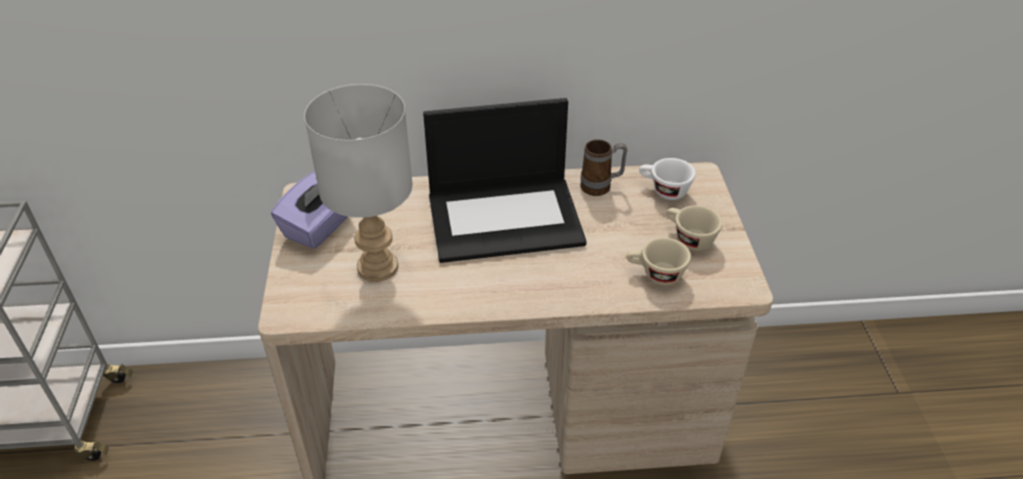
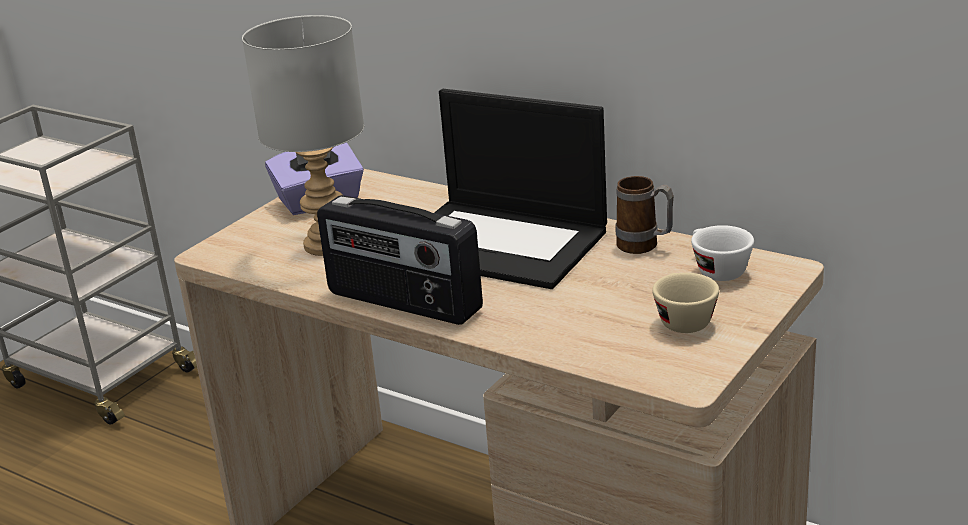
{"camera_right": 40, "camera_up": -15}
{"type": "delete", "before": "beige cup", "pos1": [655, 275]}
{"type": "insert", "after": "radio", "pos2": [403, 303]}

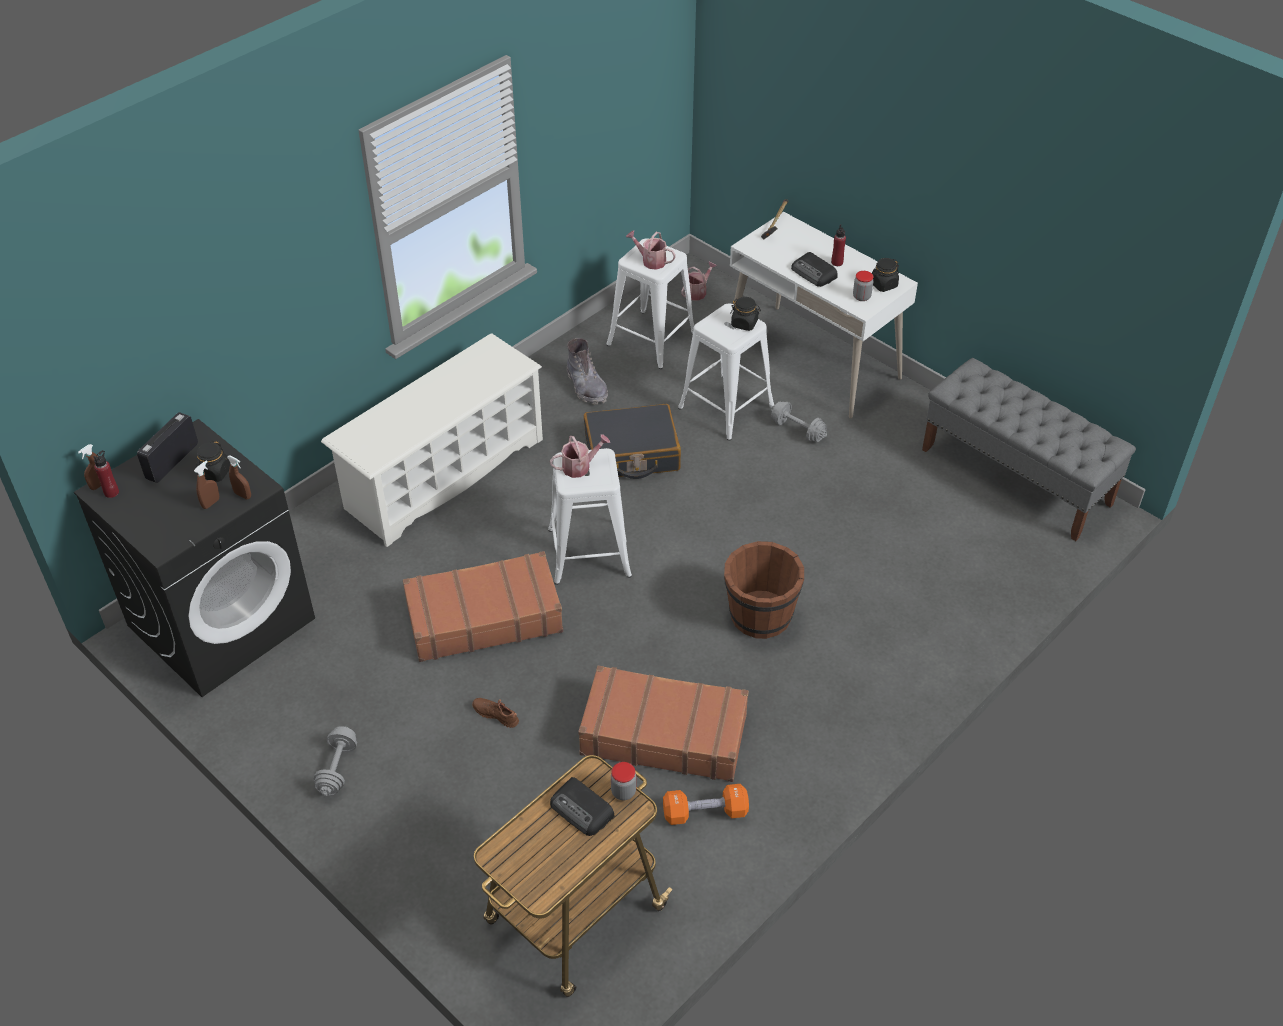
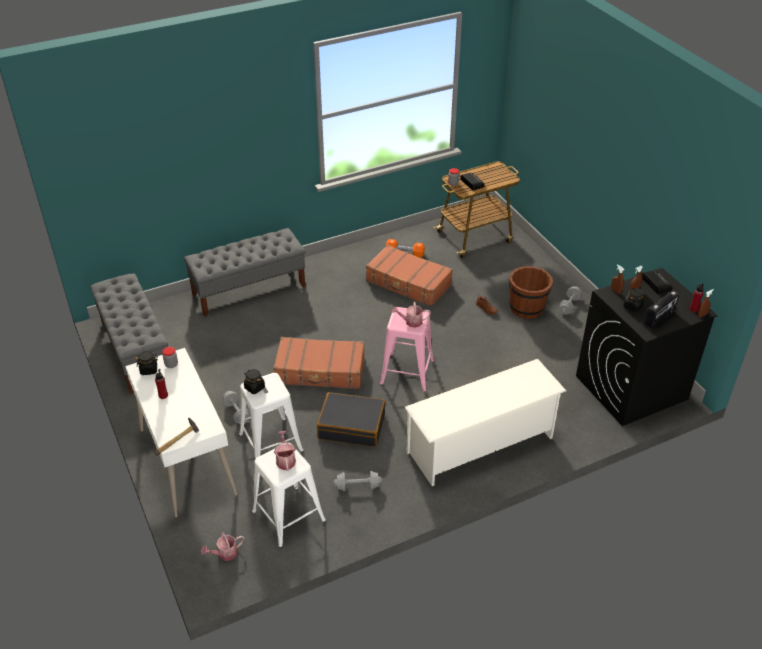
{"camera_right": -160, "camera_up": -5}
{"type": "move", "before": "brown suitcase", "pos1": [483, 617], "pos2": [320, 371]}
{"type": "recolor", "before": "white stool", "after": "pink stool", "pos1": [589, 552], "pos2": [407, 372]}
{"type": "replace", "before": "grey boot", "after": "grey dumbbell", "pos1": [586, 386], "pos2": [357, 486]}
{"type": "rotate", "before": "watering can", "pos1": [651, 261], "pos2": [285, 460], "turn": -150}
{"type": "move", "before": "brown bucket", "pos1": [760, 616], "pos2": [527, 308]}
{"type": "move", "before": "radio", "pos1": [814, 273], "pos2": [655, 283]}
{"type": "insert", "after": "grey bench", "pos2": [249, 290]}

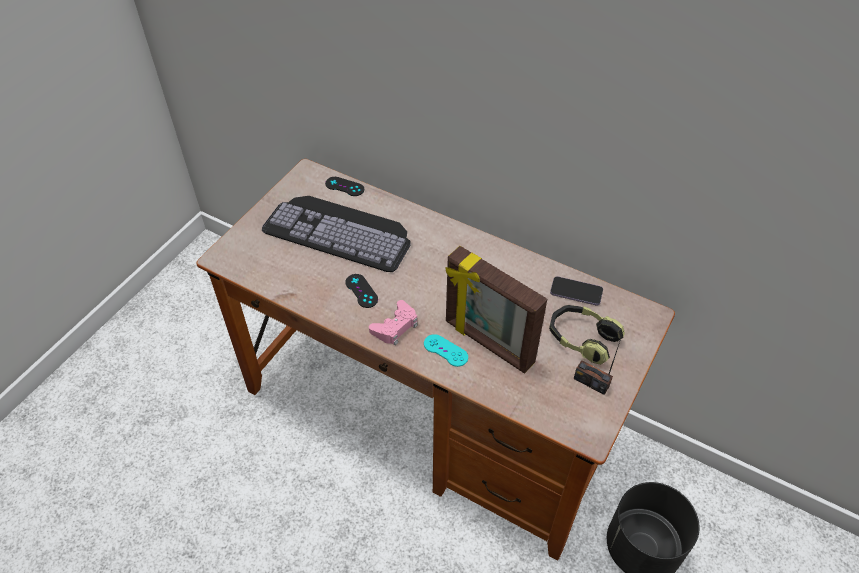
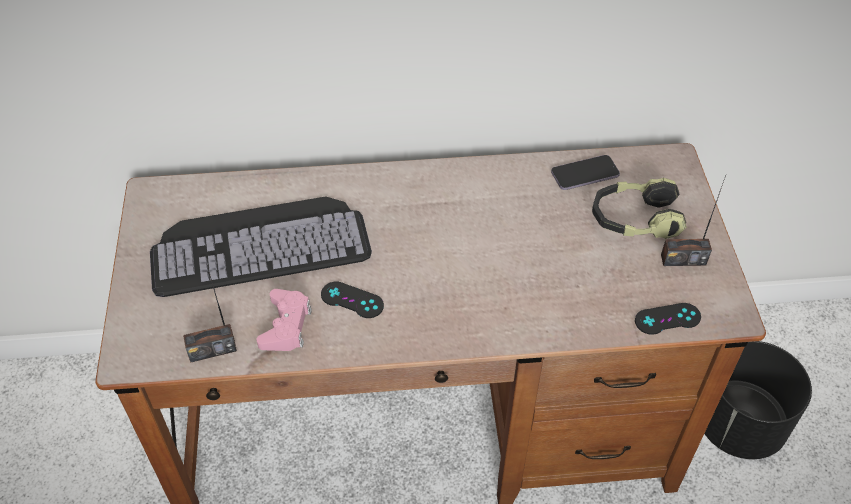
{"camera_right": -35, "camera_up": 0}
{"type": "move", "before": "black game controller", "pos1": [344, 186], "pos2": [667, 319]}
{"type": "move", "before": "pink game controller", "pos1": [395, 327], "pos2": [286, 325]}
{"type": "delete", "before": "turquoise game controller", "pos1": [445, 350]}
{"type": "delete", "before": "picture frame", "pos1": [488, 343]}
{"type": "insert", "after": "radio", "pos2": [212, 350]}

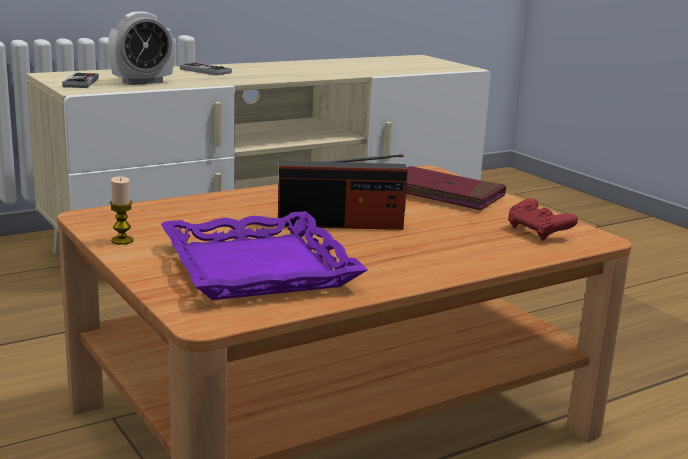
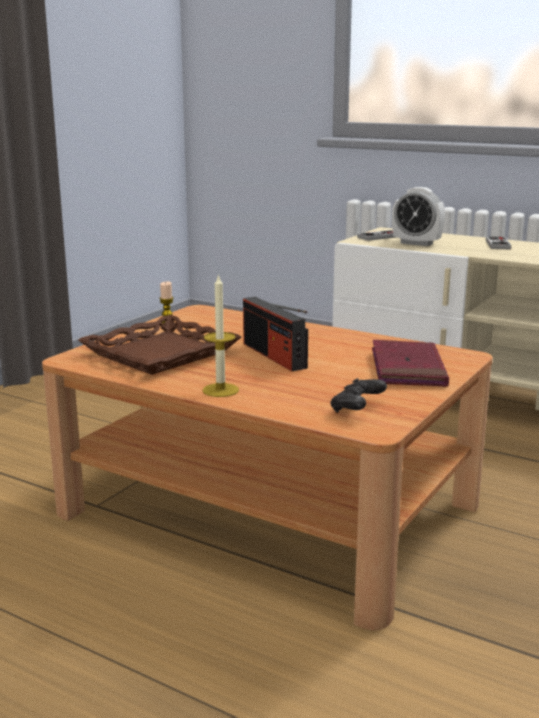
{"camera_right": 65, "camera_up": 0}
{"type": "recolor", "before": "purple tray", "after": "brown tray", "pos1": [260, 267], "pos2": [161, 354]}
{"type": "recolor", "before": "red game controller", "after": "black game controller", "pos1": [538, 232], "pos2": [357, 409]}
{"type": "insert", "after": "candle", "pos2": [220, 390]}

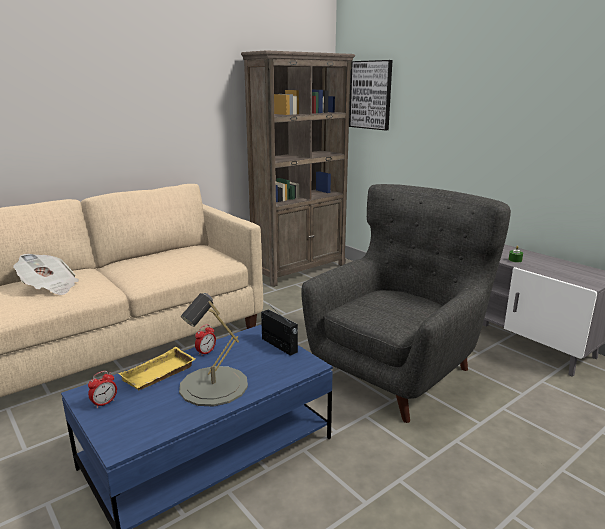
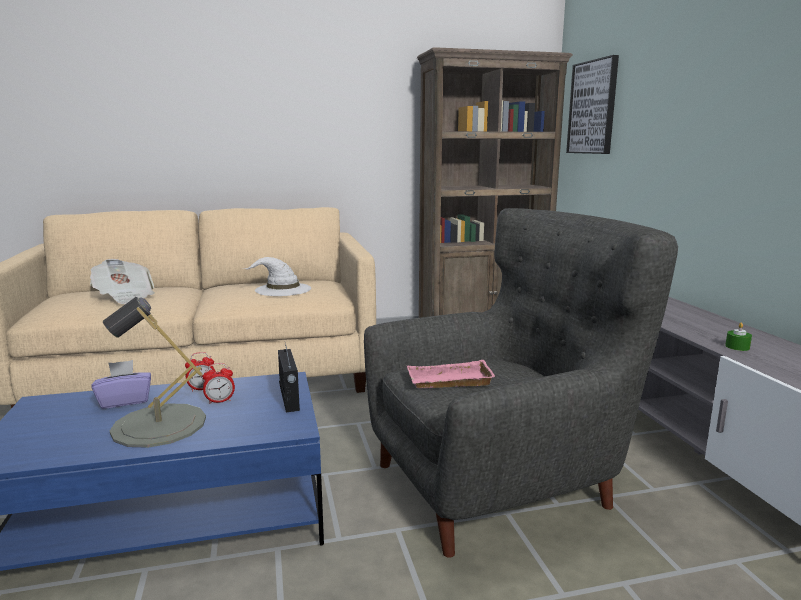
{"camera_right": 25, "camera_up": -5}
{"type": "move", "before": "alarm clock", "pos1": [104, 403], "pos2": [220, 401]}
{"type": "replace", "before": "yellow tray", "after": "purple tissue box", "pos1": [159, 375], "pos2": [125, 401]}
{"type": "insert", "after": "white hat", "pos2": [282, 289]}
{"type": "insert", "after": "pink tray", "pos2": [449, 382]}

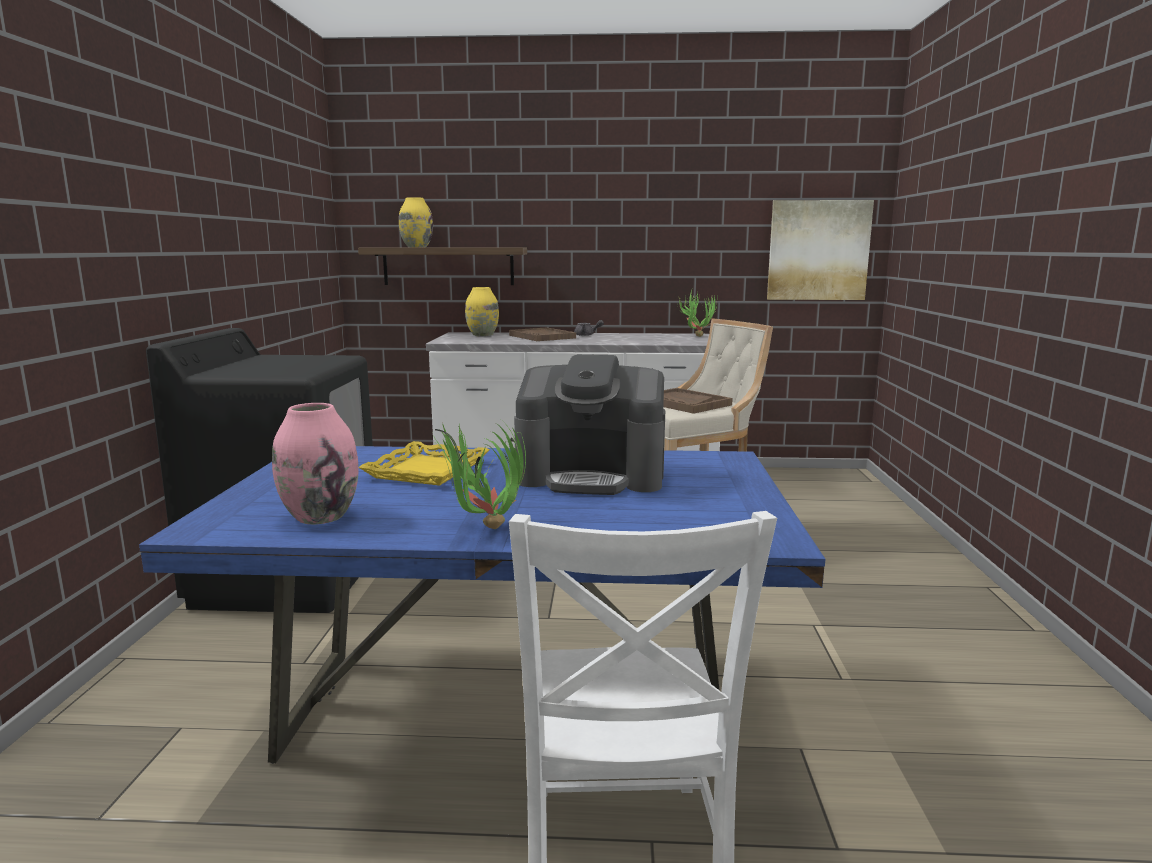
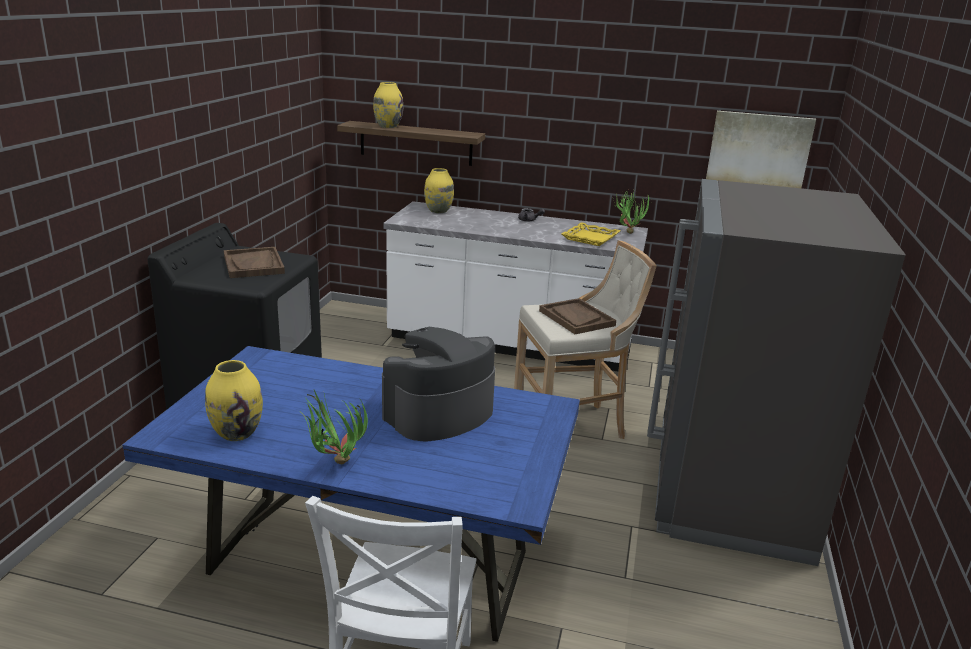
{"camera_right": 10, "camera_up": 10}
{"type": "recolor", "before": "pink vase", "after": "yellow vase", "pos1": [320, 516], "pos2": [237, 433]}
{"type": "move", "before": "yellow tray", "pos1": [428, 471], "pos2": [590, 238]}
{"type": "move", "before": "brown tray", "pos1": [542, 337], "pos2": [254, 264]}
{"type": "rotate", "before": "coffee machine", "pos1": [592, 476], "pos2": [438, 413], "turn": 120}
{"type": "insert", "after": "grey fridge", "pos2": [728, 490]}

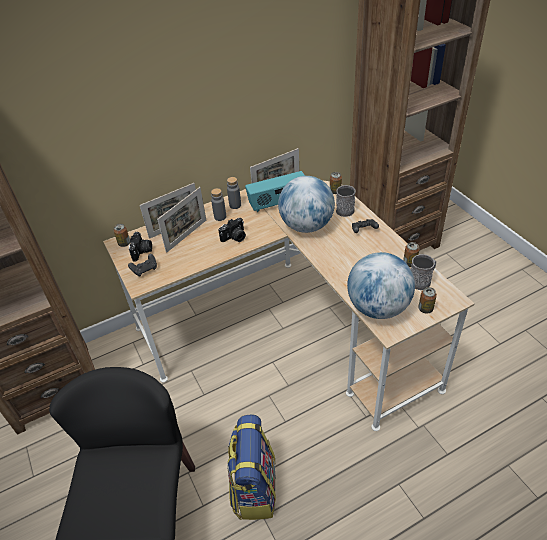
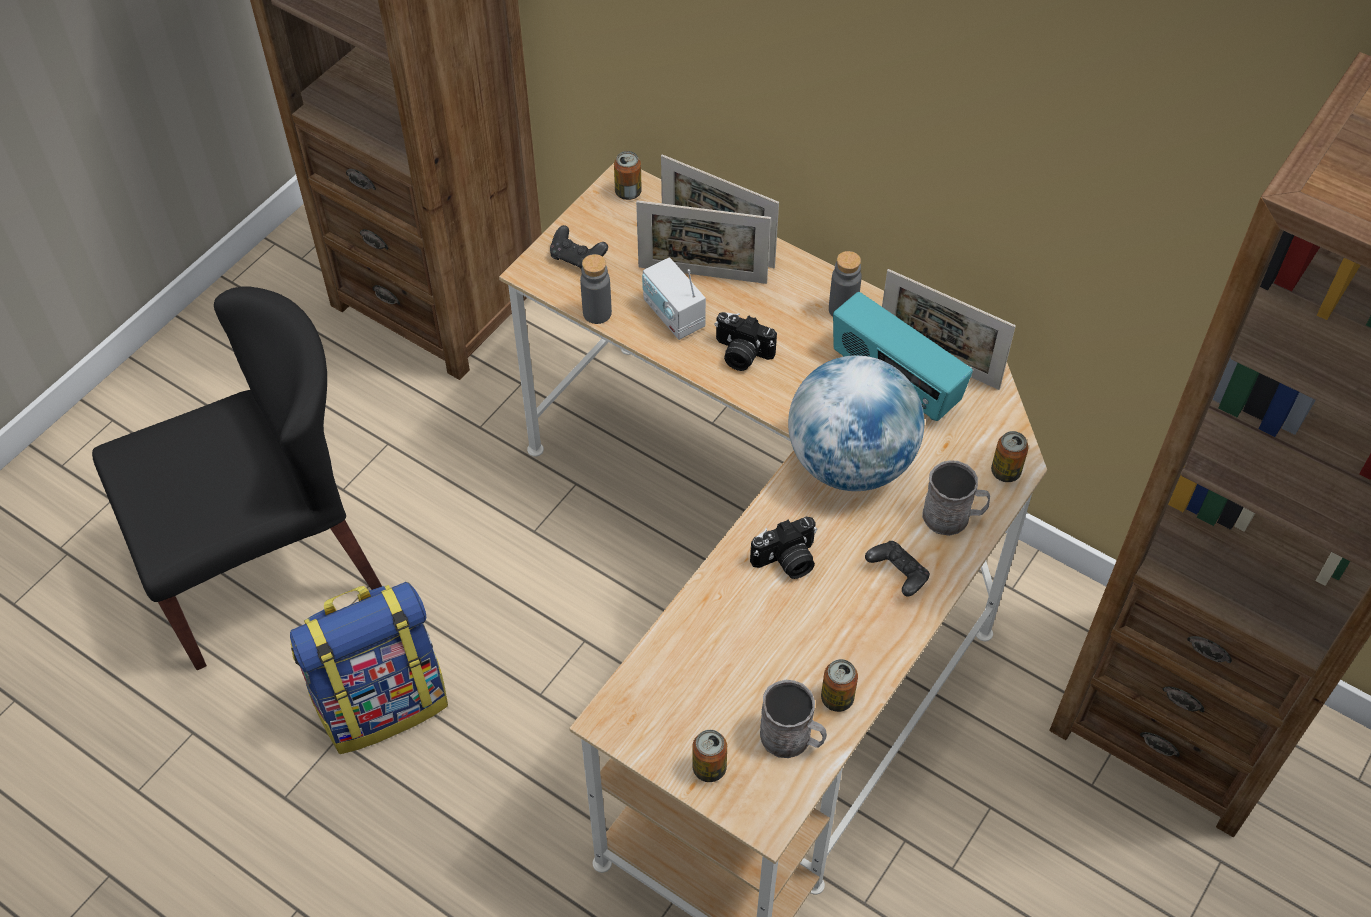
{"camera_right": 60, "camera_up": 10}
{"type": "move", "before": "photo camera", "pos1": [142, 252], "pos2": [787, 561]}
{"type": "move", "before": "grey bottle", "pos1": [220, 217], "pos2": [597, 313]}
{"type": "delete", "before": "globe", "pos1": [378, 307]}
{"type": "insert", "after": "radio", "pos2": [673, 315]}

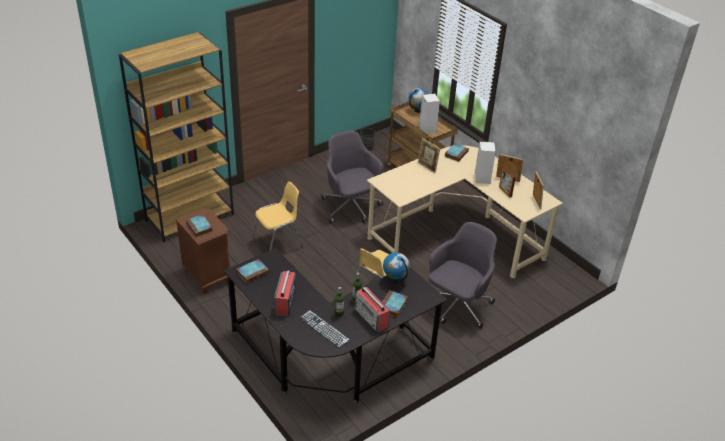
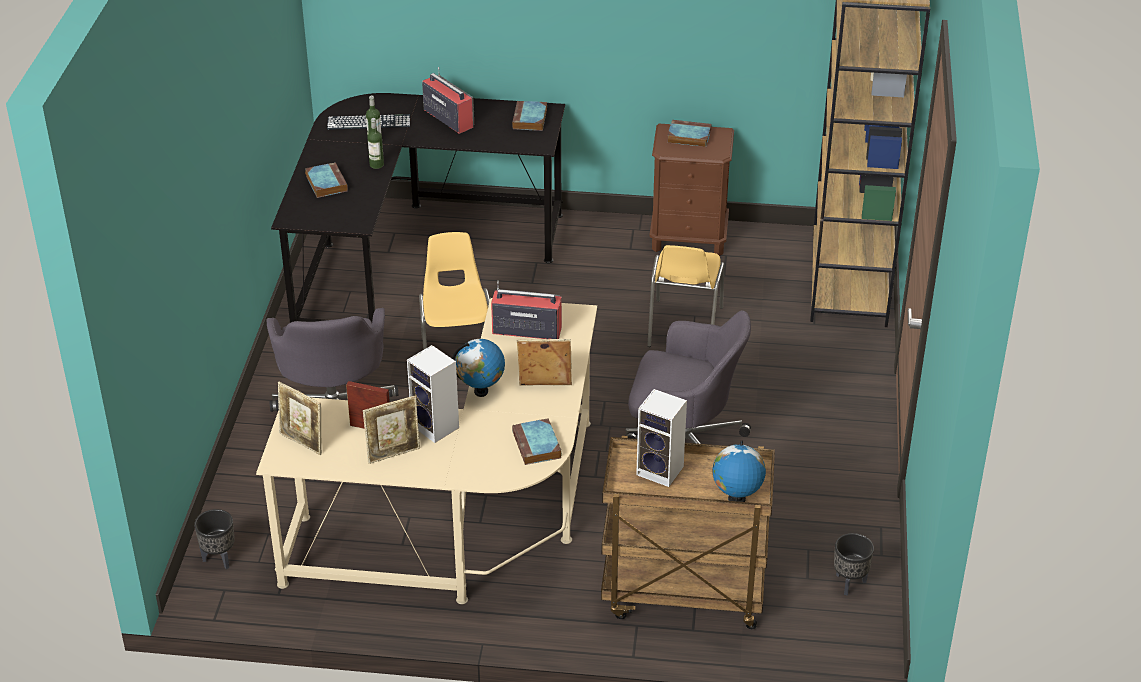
{"camera_right": 135, "camera_up": 0}
{"type": "move", "before": "radio", "pos1": [371, 318], "pos2": [526, 330]}
{"type": "move", "before": "globe", "pos1": [395, 280], "pos2": [481, 391]}
{"type": "insert", "after": "black planter", "pos2": [218, 559]}

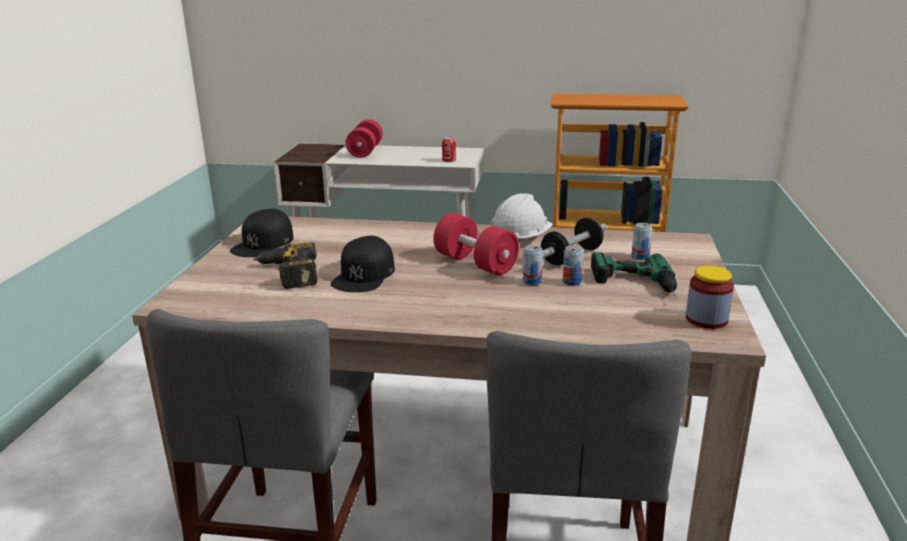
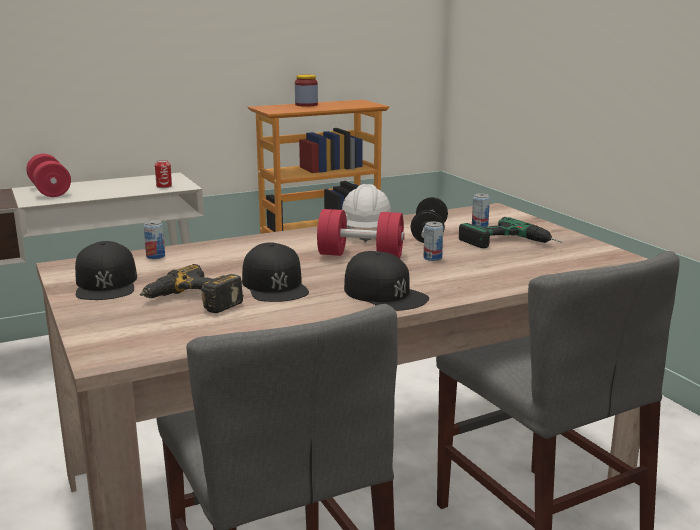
{"camera_right": -35, "camera_up": -5}
{"type": "move", "before": "can", "pos1": [572, 282], "pos2": [155, 256]}
{"type": "move", "before": "jar", "pos1": [706, 319], "pos2": [306, 105]}
{"type": "insert", "after": "black cap", "pos2": [385, 294]}

